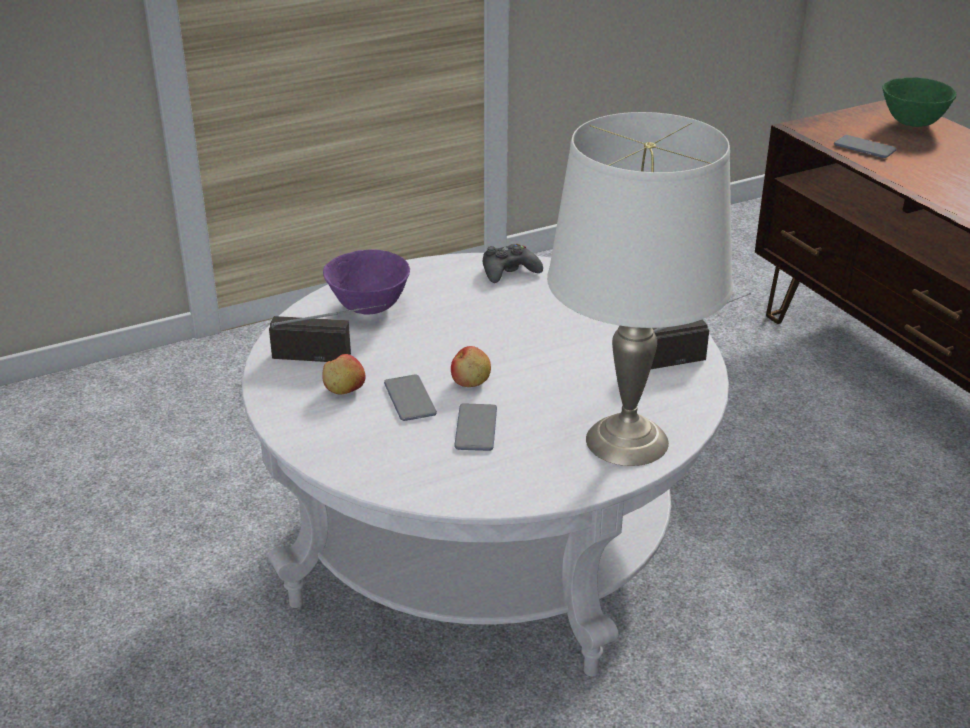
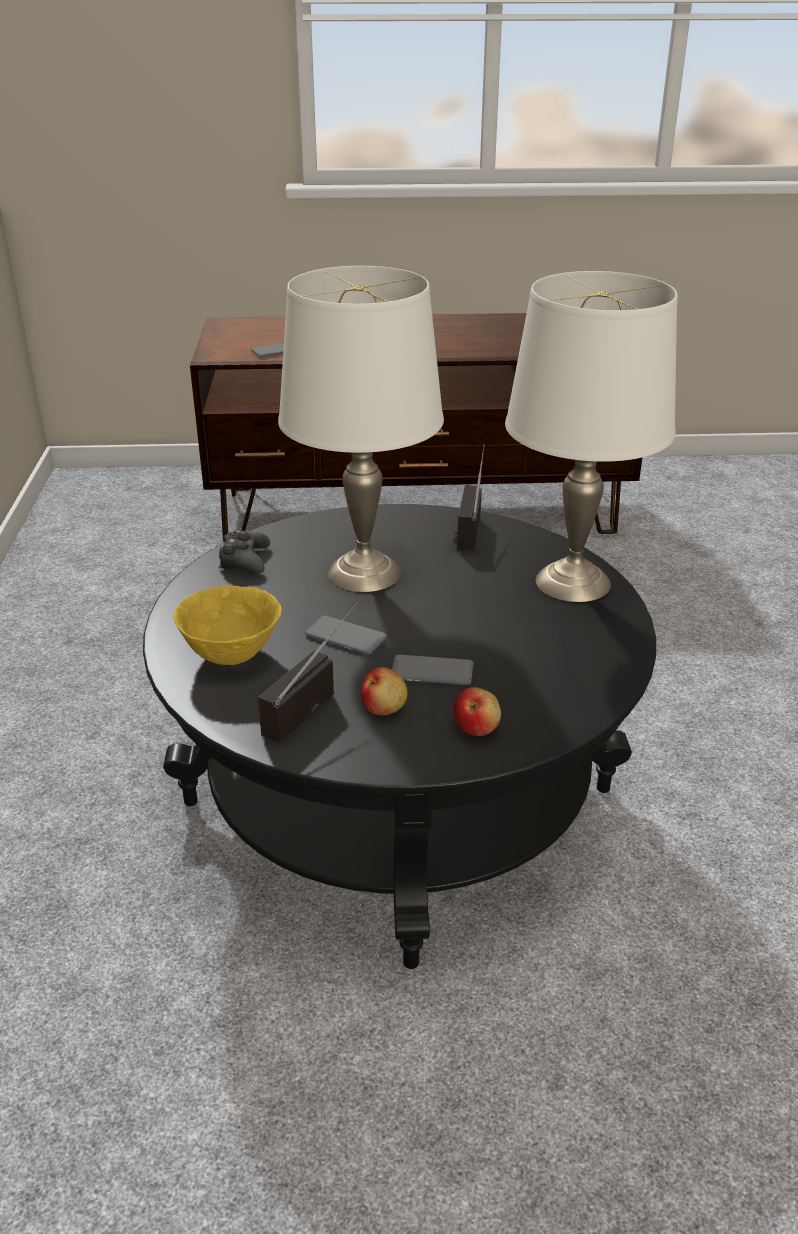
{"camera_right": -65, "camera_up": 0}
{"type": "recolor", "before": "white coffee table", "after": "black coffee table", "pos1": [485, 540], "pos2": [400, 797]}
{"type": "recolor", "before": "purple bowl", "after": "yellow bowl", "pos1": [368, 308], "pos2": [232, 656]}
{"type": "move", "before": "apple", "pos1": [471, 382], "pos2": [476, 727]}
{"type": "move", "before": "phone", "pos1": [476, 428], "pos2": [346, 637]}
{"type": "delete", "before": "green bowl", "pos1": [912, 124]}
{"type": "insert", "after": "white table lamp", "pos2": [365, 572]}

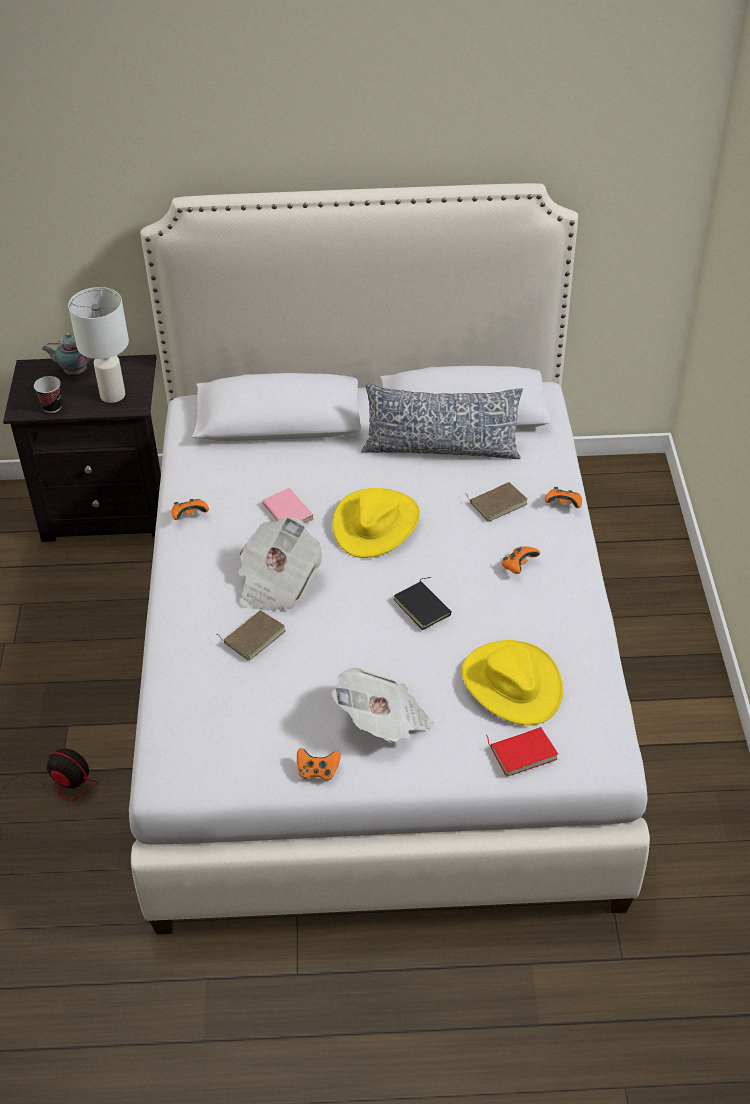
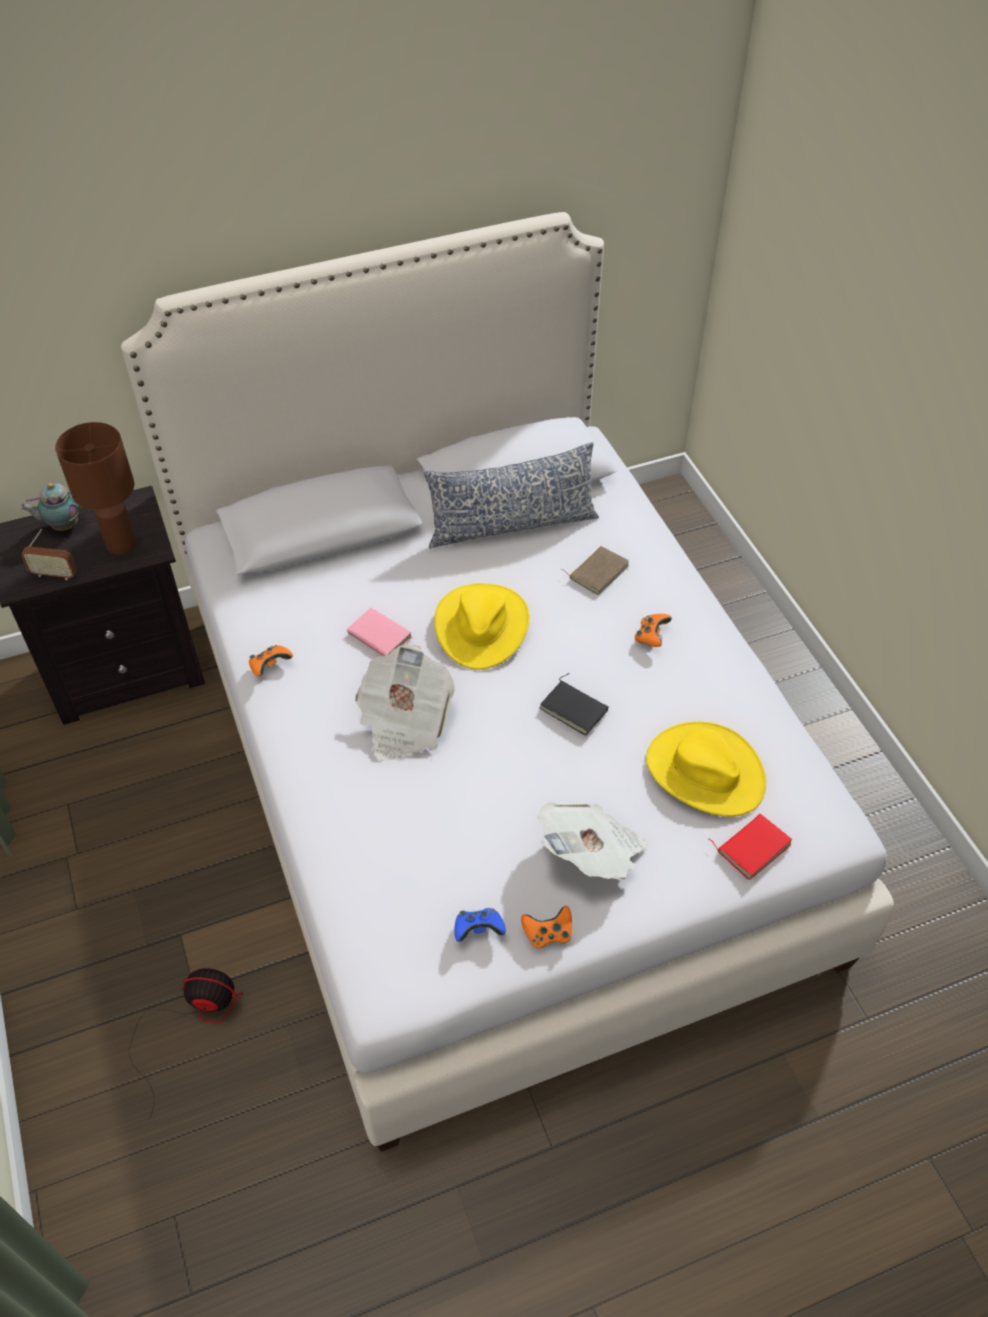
{"camera_right": -20, "camera_up": 5}
{"type": "replace", "before": "cup", "after": "radio", "pos1": [52, 407], "pos2": [54, 574]}
{"type": "recolor", "before": "white table lamp", "after": "brown table lamp", "pos1": [112, 394], "pos2": [120, 544]}
{"type": "delete", "before": "brown book", "pos1": [253, 636]}
{"type": "delete", "before": "orange game controller", "pos1": [563, 505]}
{"type": "insert", "after": "blue game controller", "pos2": [478, 930]}

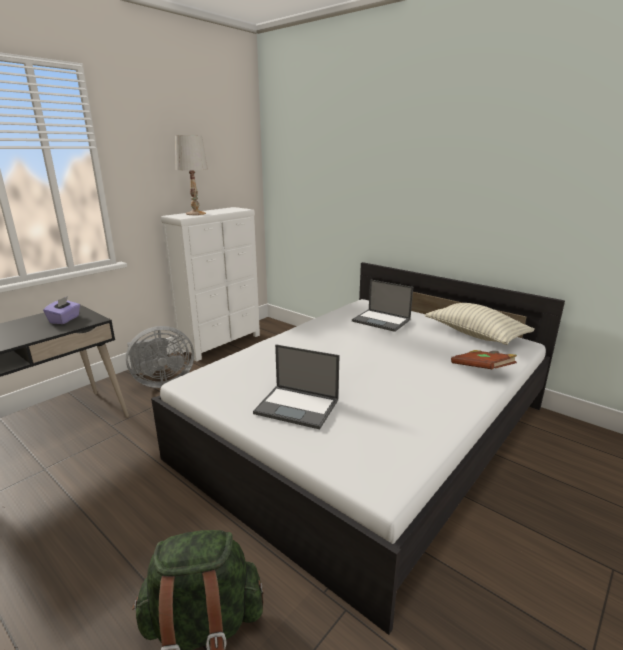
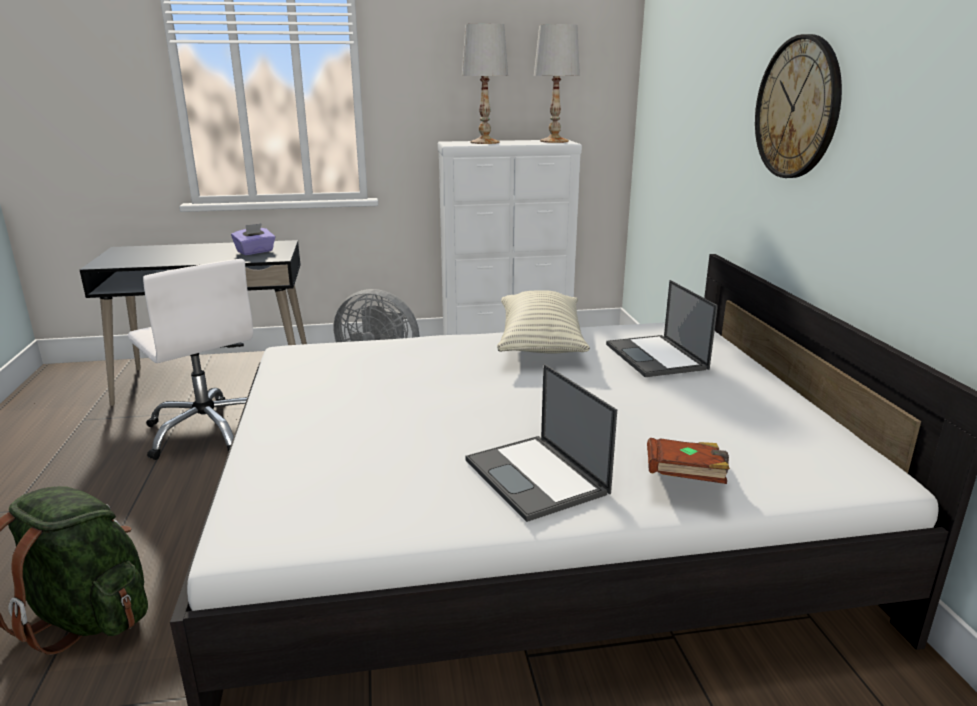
{"camera_right": 40, "camera_up": 0}
{"type": "move", "before": "laptop", "pos1": [298, 407], "pos2": [537, 477]}
{"type": "move", "before": "pillow", "pos1": [475, 334], "pos2": [540, 343]}
{"type": "insert", "after": "white office chair", "pos2": [208, 431]}
{"type": "insert", "after": "white table lamp", "pos2": [554, 141]}
{"type": "insert", "after": "wall clock", "pos2": [797, 108]}

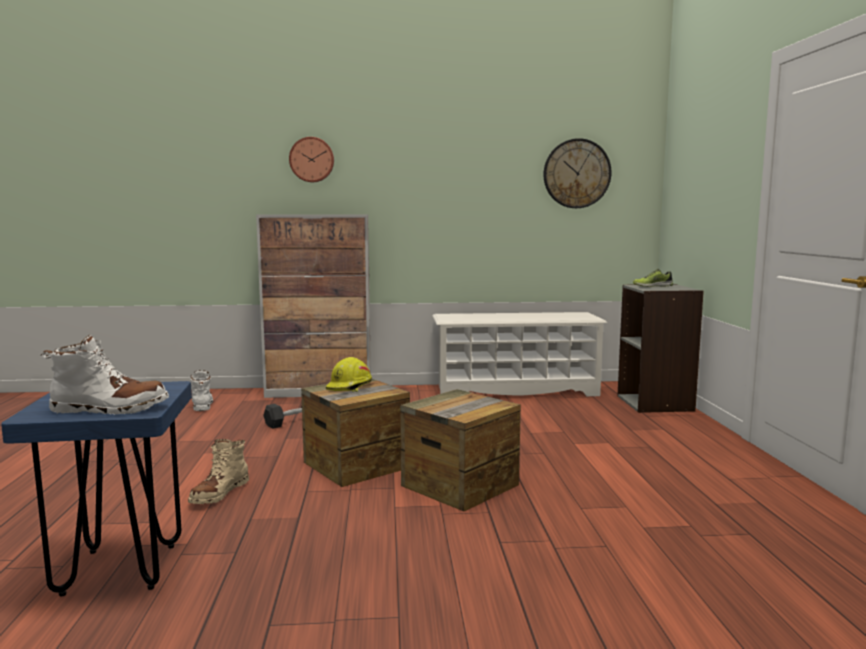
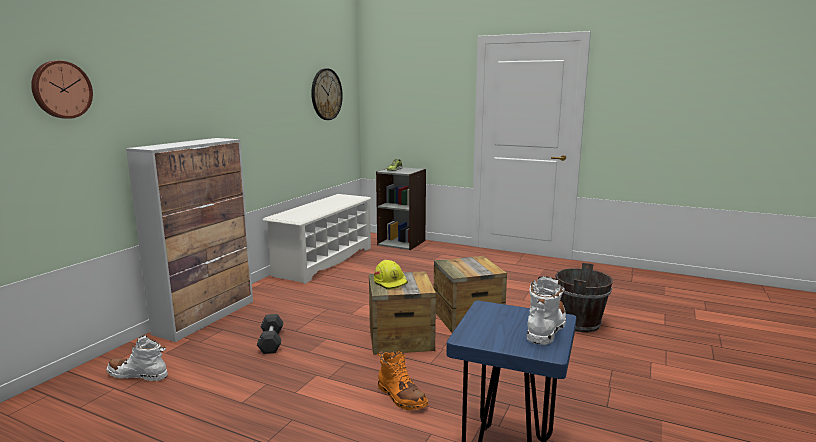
{"camera_right": -60, "camera_up": 5}
{"type": "recolor", "before": "beige boot", "after": "orange boot", "pos1": [219, 493], "pos2": [401, 397]}
{"type": "move", "before": "wall clock", "pos1": [312, 160], "pos2": [61, 89]}
{"type": "insert", "after": "brown bucket", "pos2": [580, 324]}

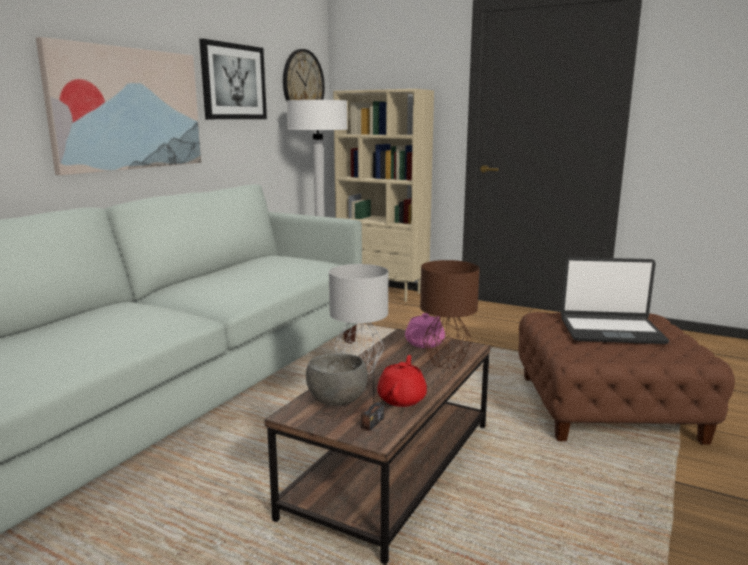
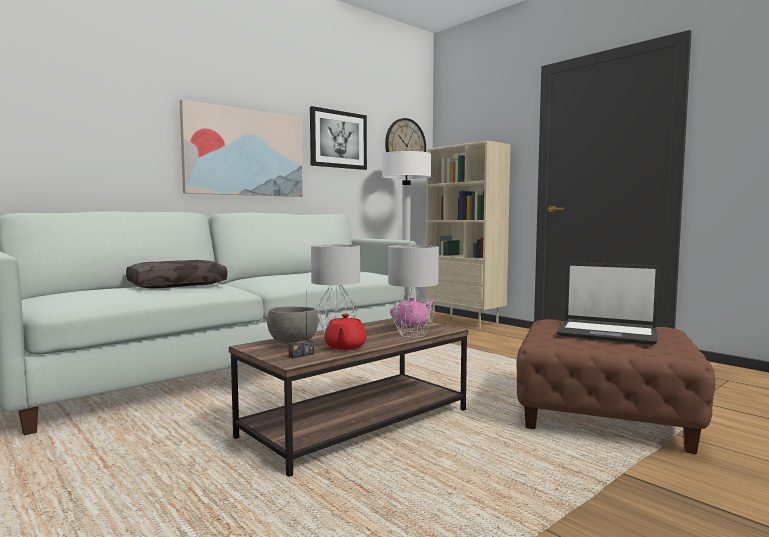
{"camera_right": 20, "camera_up": -10}
{"type": "rotate", "before": "red teapot", "pos1": [402, 398], "pos2": [345, 347], "turn": 150}
{"type": "recolor", "before": "brown table lamp", "after": "grey table lamp", "pos1": [446, 363], "pos2": [412, 334]}
{"type": "insert", "after": "brown pillow", "pos2": [177, 285]}

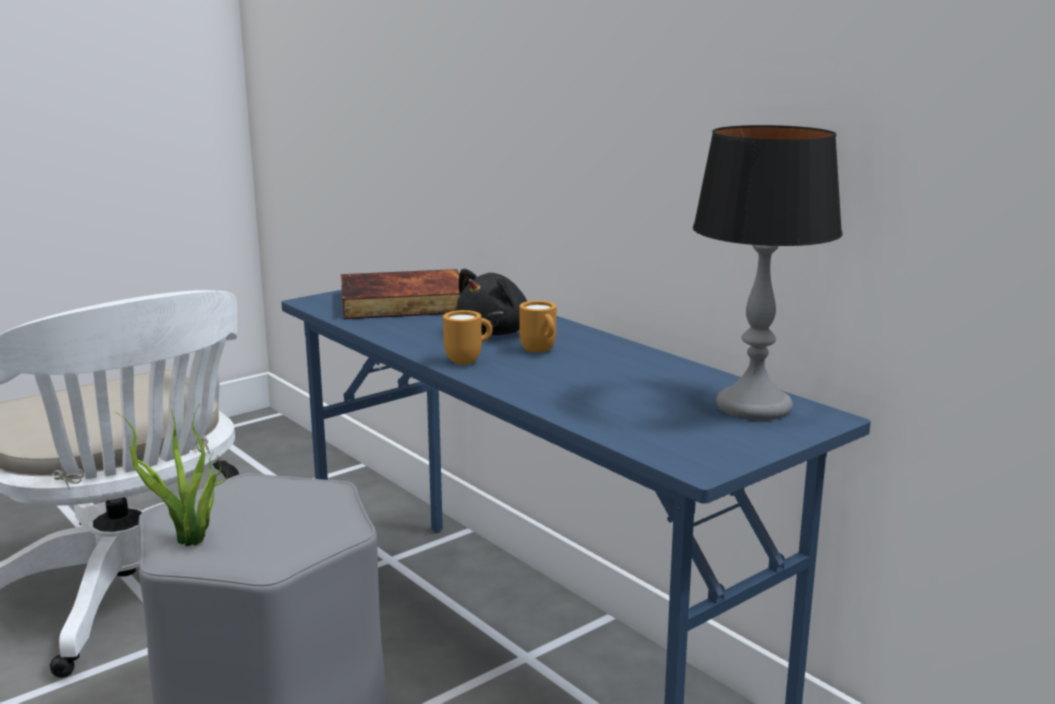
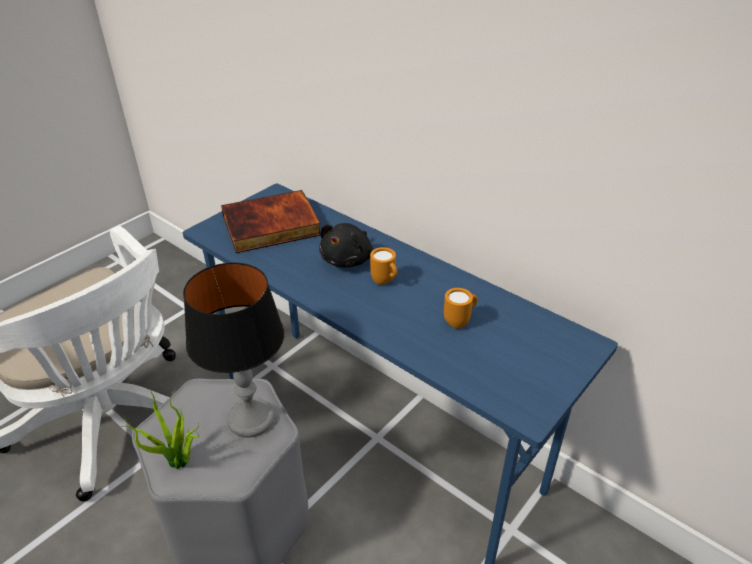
{"camera_right": -10, "camera_up": 20}
{"type": "move", "before": "orange mug", "pos1": [468, 361], "pos2": [459, 321]}
{"type": "move", "before": "table lamp", "pos1": [753, 406], "pos2": [251, 419]}

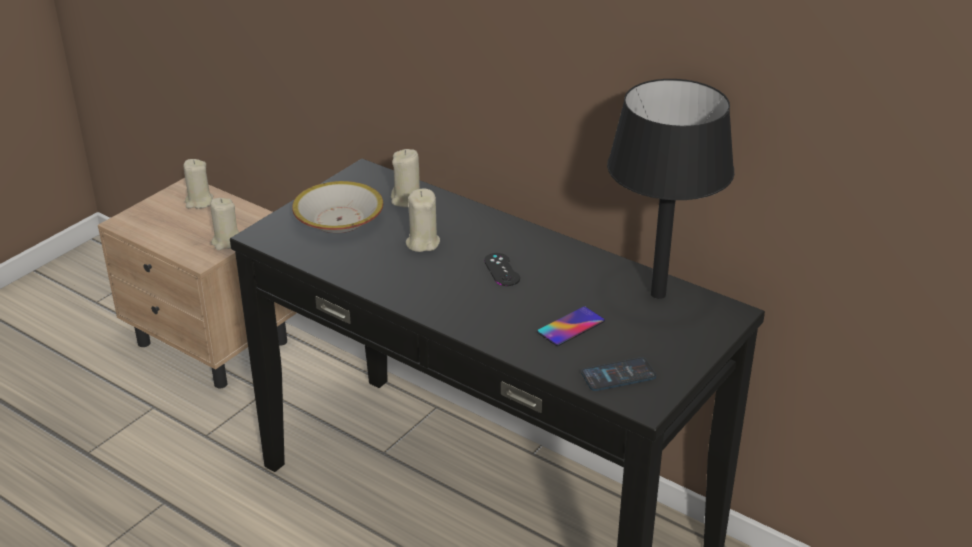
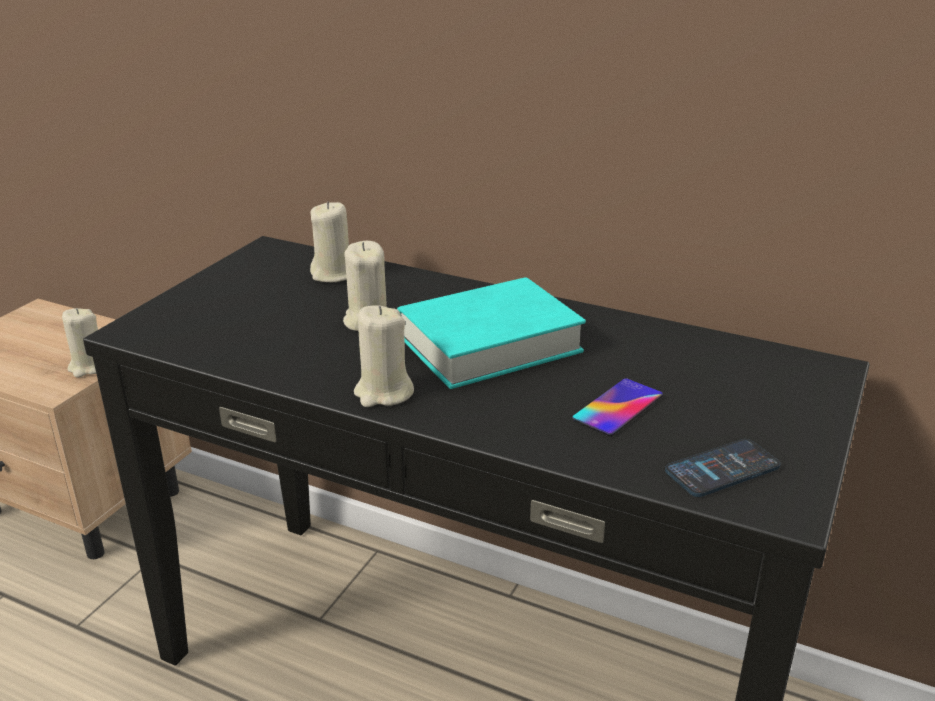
{"camera_right": -10, "camera_up": -5}
{"type": "move", "before": "beige candle", "pos1": [199, 202], "pos2": [383, 393]}
{"type": "delete", "before": "bowl", "pos1": [339, 220]}
{"type": "replace", "before": "black game controller", "after": "turquoise book", "pos1": [502, 270], "pos2": [489, 344]}
{"type": "delete", "before": "black table lamp", "pos1": [658, 295]}

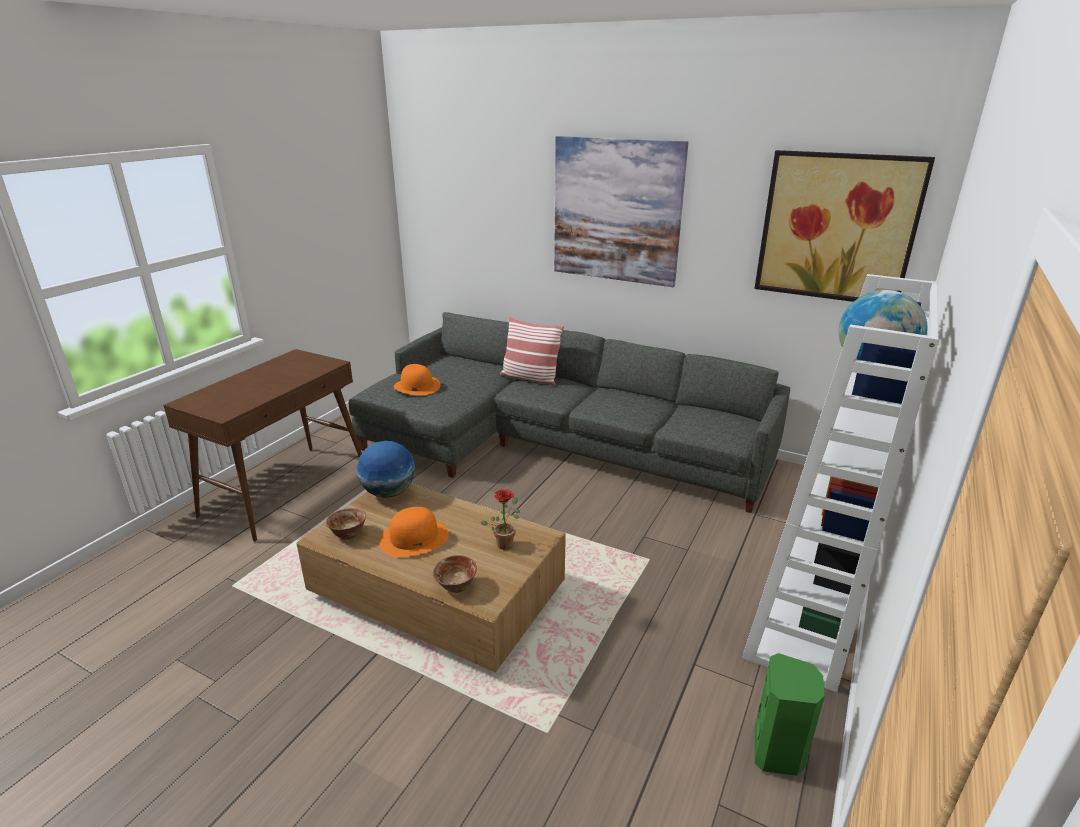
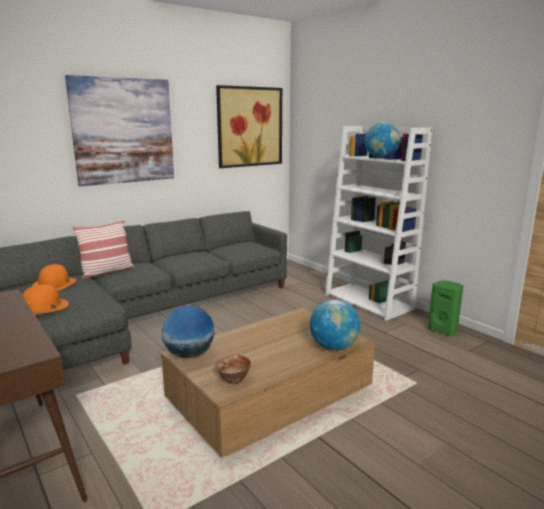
{"camera_right": -65, "camera_up": -10}
{"type": "move", "before": "orange hat", "pos1": [414, 537], "pos2": [54, 284]}
{"type": "replace", "before": "bowl", "after": "globe", "pos1": [456, 586], "pos2": [334, 347]}
{"type": "delete", "before": "potted plant", "pos1": [505, 542]}

